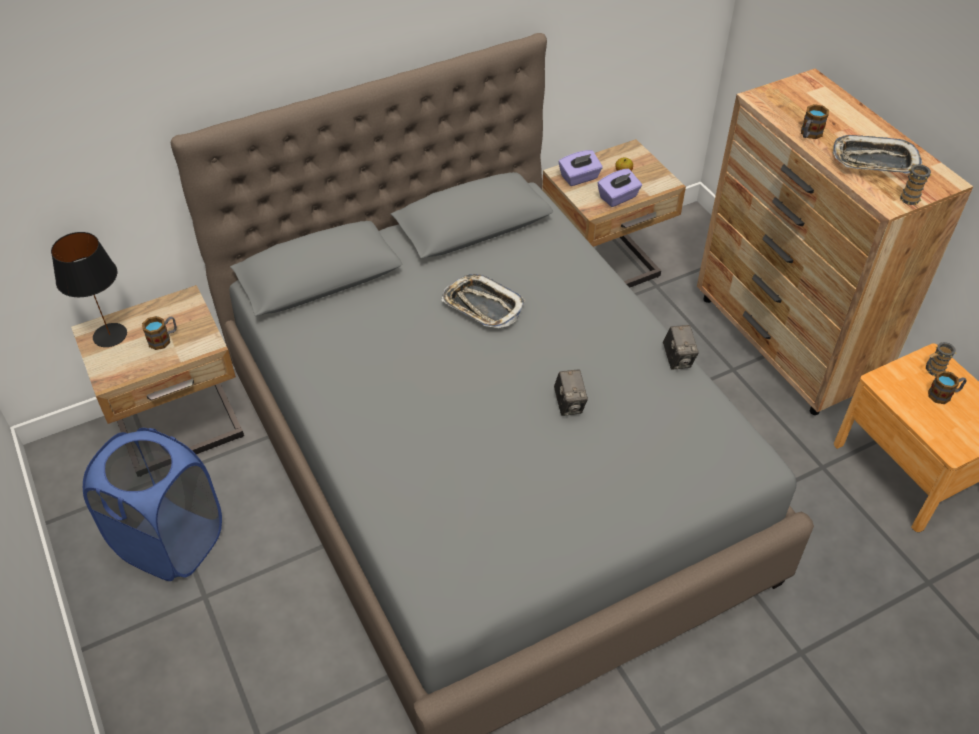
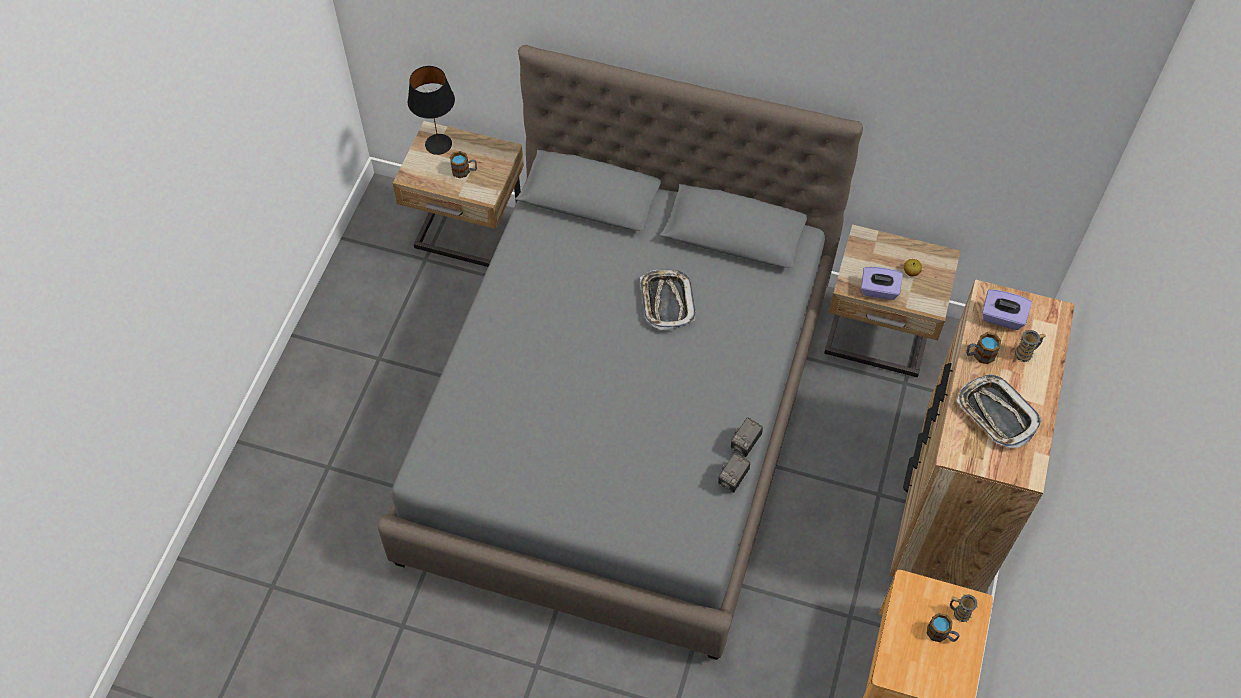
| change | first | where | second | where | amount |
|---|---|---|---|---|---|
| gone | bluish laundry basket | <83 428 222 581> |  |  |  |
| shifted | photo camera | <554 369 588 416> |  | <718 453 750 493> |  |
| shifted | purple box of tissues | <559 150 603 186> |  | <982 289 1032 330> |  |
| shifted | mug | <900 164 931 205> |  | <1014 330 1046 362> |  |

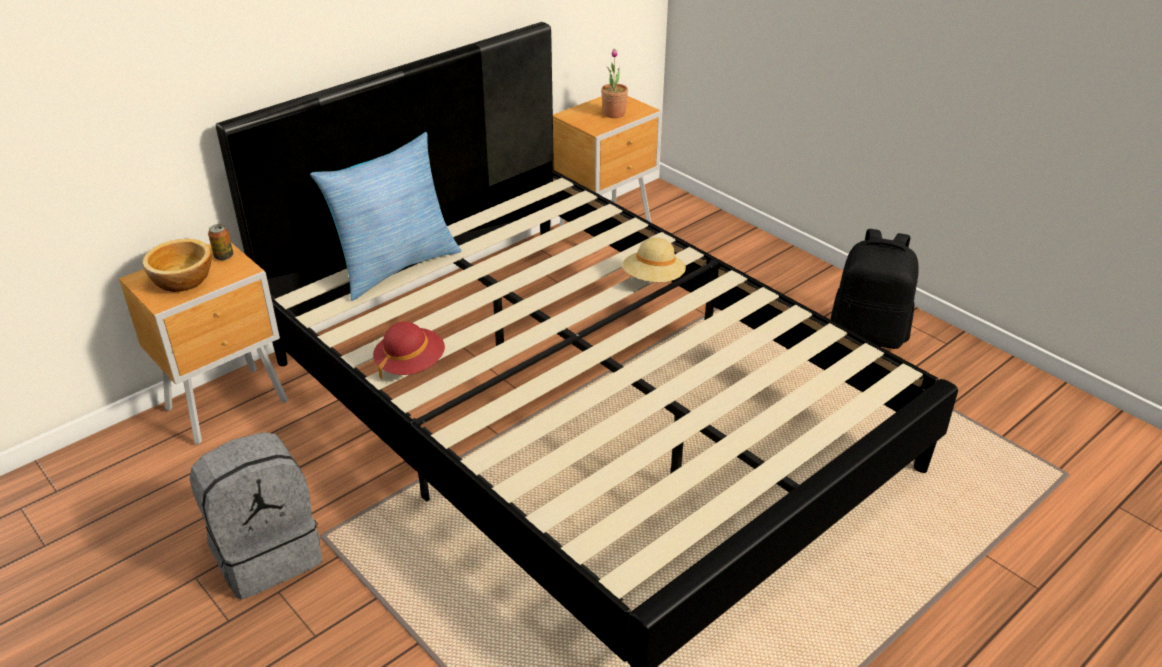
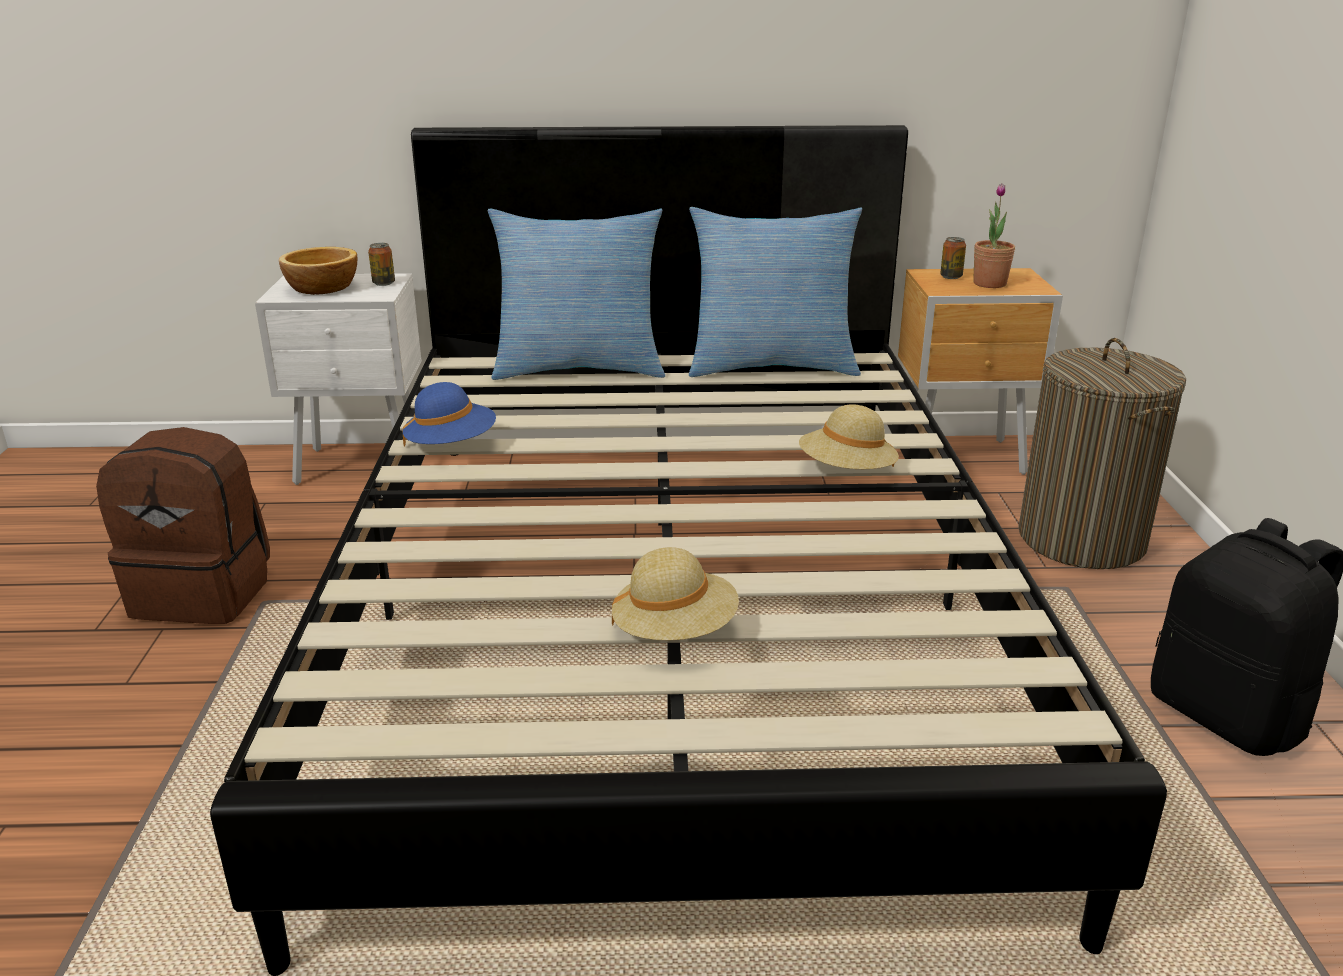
| change | first | where | second | where | amount |
|---|---|---|---|---|---|
| repainted | brown night table | <119 243 288 445> | white night table | <255 273 422 485> |  |
| repainted | greyish knapsack | <190 432 322 600> | brown knapsack | <96 427 270 624> |  |
| repainted | reddish hat | <373 321 445 380> | bluish hat | <402 382 496 447> |  |
| new |  |  | beige hat | <612 547 739 640> |  |
| new |  |  | cushion | <689 207 862 377> |  |
| new |  |  | can | <940 237 966 279> |  |
| new |  |  | laundry basket | <1018 338 1186 569> |  |

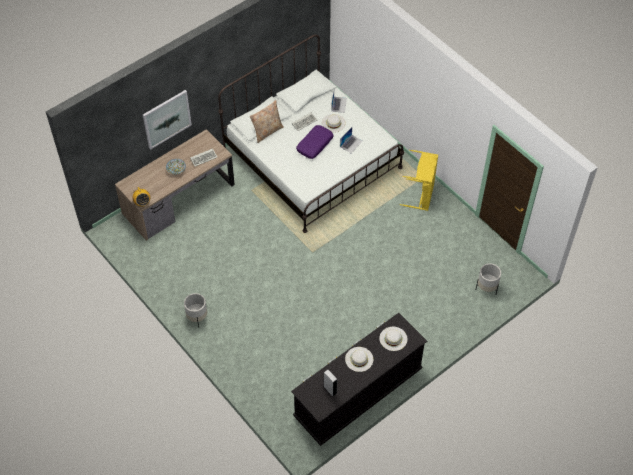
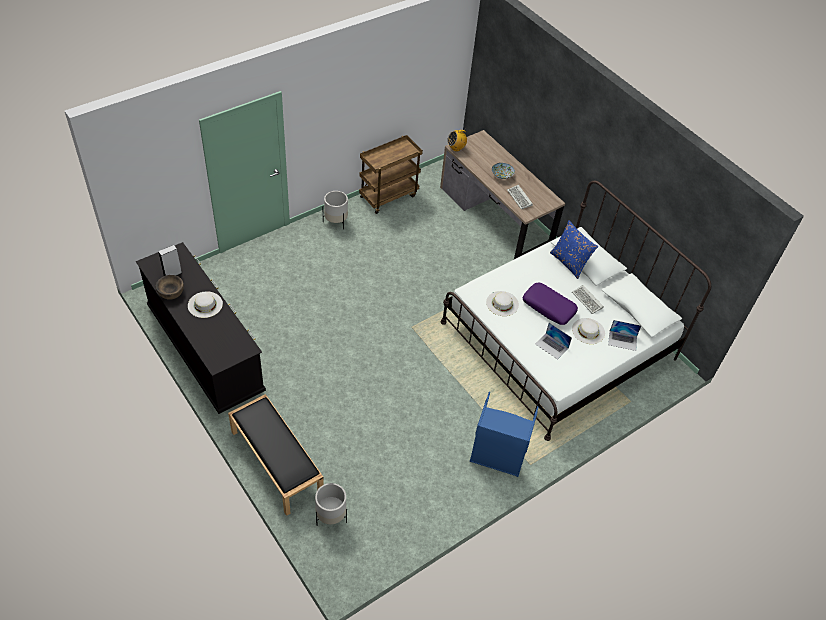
| change | first | where | second | where | amount |
|---|---|---|---|---|---|
| gone | wall art | <143 90 192 150> |  |  |  |
| repainted | beige cushion | <250 100 284 143> | bluish cushion | <550 220 598 279> |  |
| shifted | white hat | <379 327 407 351> |  | <486 291 519 316> |  |
| repainted | yellow-coloured laundry basket | <400 150 438 211> | bluish laundry basket | <470 392 539 477> |  |
| new |  |  | brown bowl | <156 275 184 300> |  |
| new |  |  | black indoor bench | <228 394 324 516> |  |
| new |  |  | brown wheeled cart | <359 135 423 214> |  |

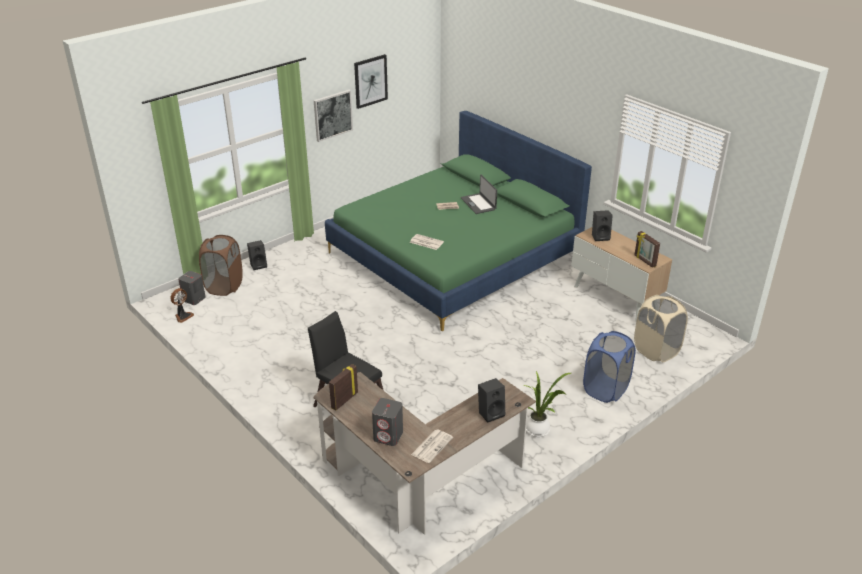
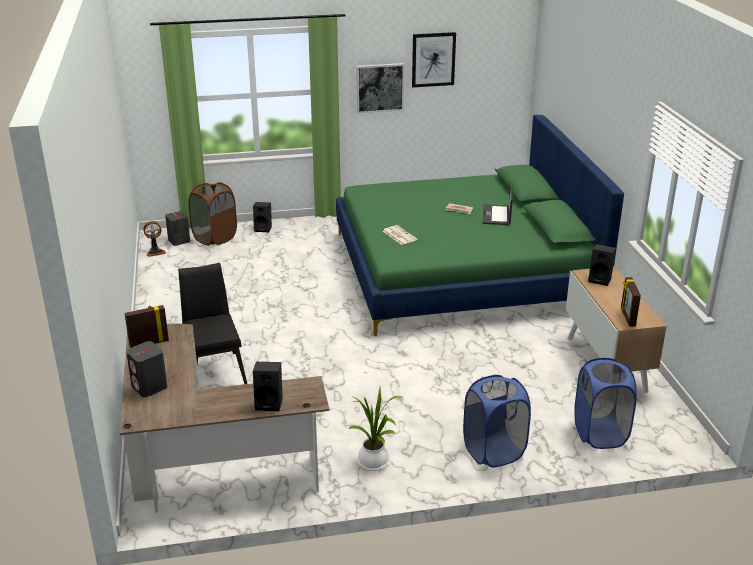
| change | first | where | second | where | amount |
|---|---|---|---|---|---|
| gone | printed paper | <411 429 453 463> |  |  |  |
| repainted | beige laundry basket | <634 295 688 362> | bluish laundry basket | <574 358 637 449> |  |

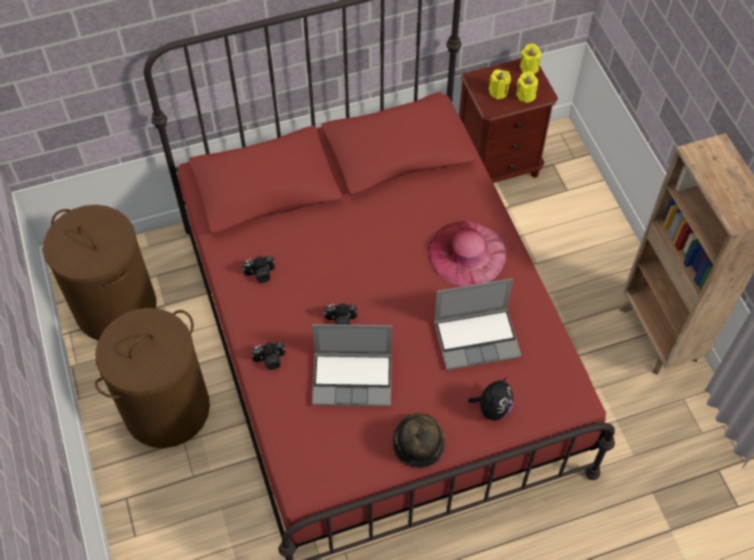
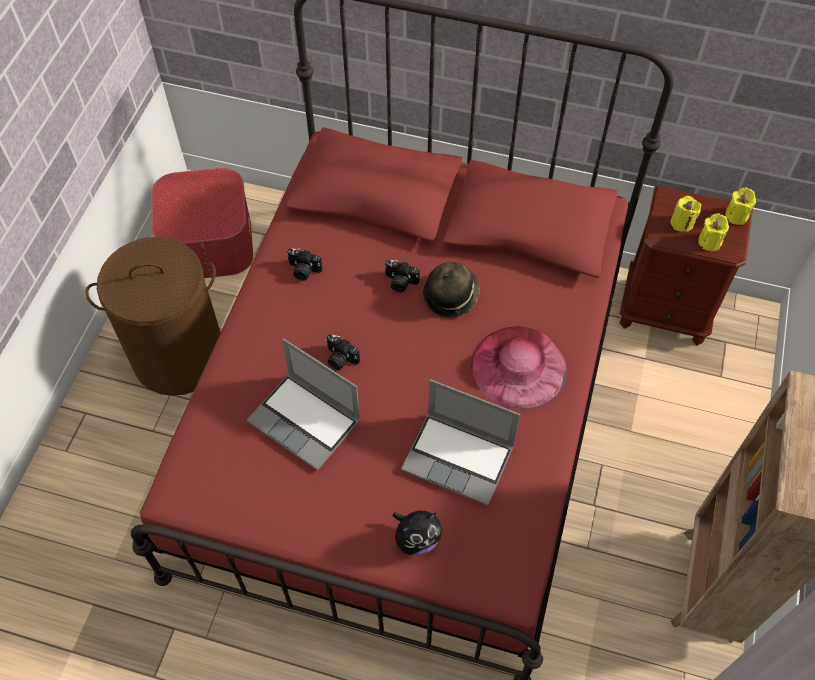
| change | first | where | second | where | amount |
|---|---|---|---|---|---|
| swapped | brown laundry basket | <43 205 156 340> | ottoman | <151 168 253 278> |  |
| shifted | photo camera | <251 342 285 370> |  | <384 260 420 293> |  |
| shifted | hat | <393 413 445 468> |  | <423 262 480 318> |  |

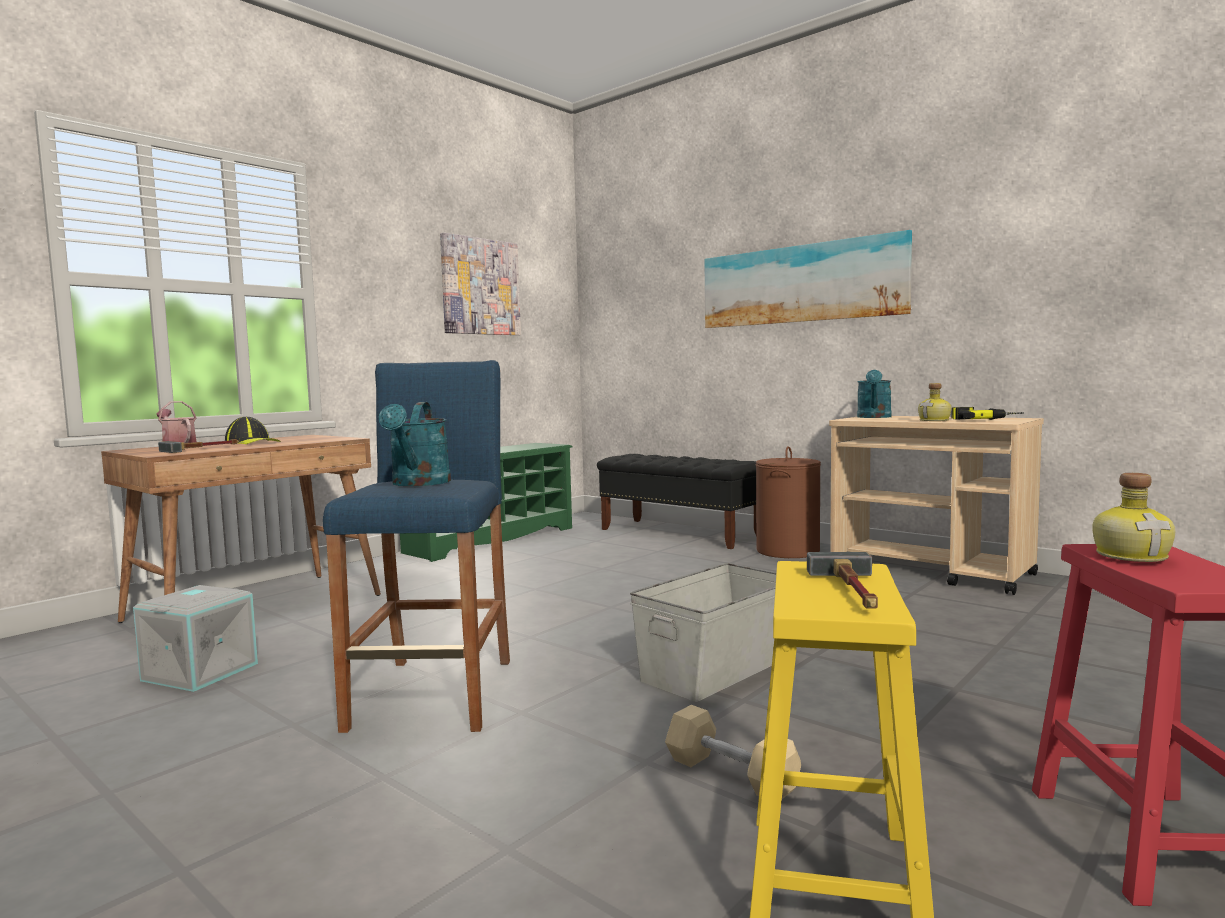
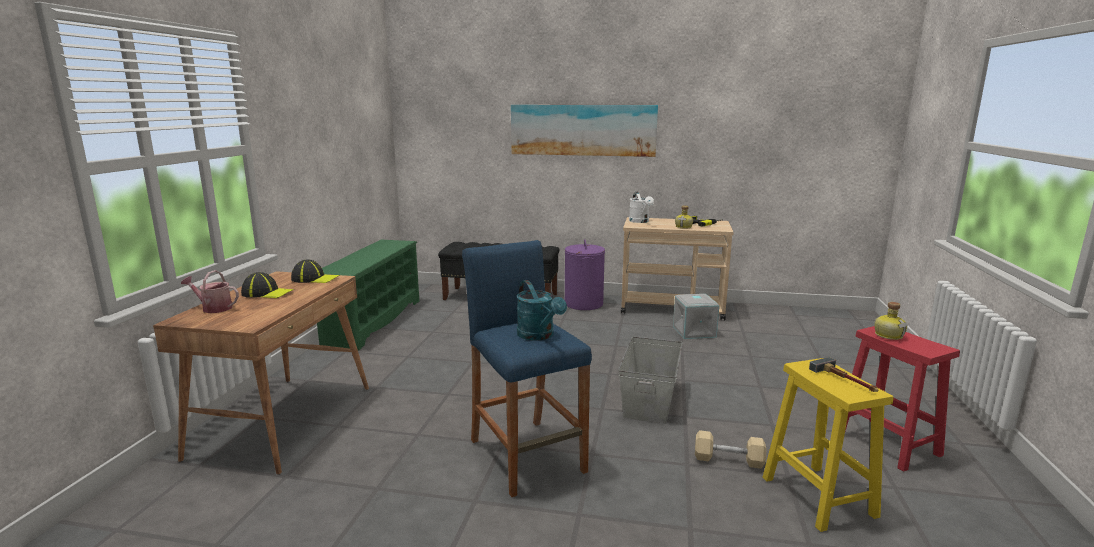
| change | first | where | second | where | amount |
|---|---|---|---|---|---|
| shifted | greyish storage container | <133 585 258 692> |  | <673 294 719 339> |  |
| gone | hand hammer | <158 439 239 453> |  |  |  |
| gone | wall art | <440 233 521 335> |  |  |  |
| repainted | brown laundry basket | <756 446 821 558> | purple laundry basket | <565 239 605 310> |  |
| repainted | turquoise-coloured watering pot | <857 370 892 418> | white watering pot | <629 192 654 223> |  |
| new |  |  | cap | <291 259 340 283> |  |

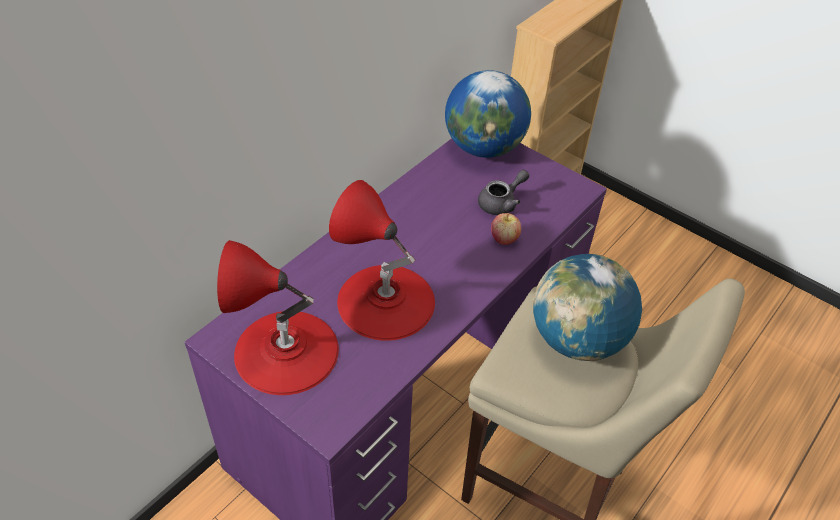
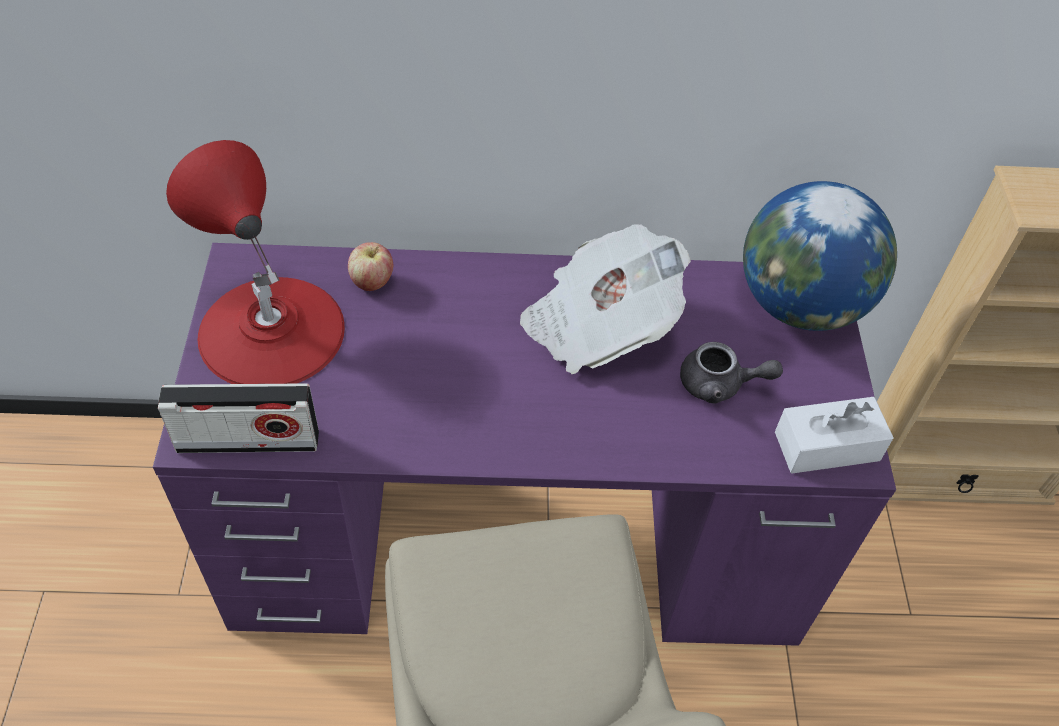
| change | first | where | second | where | amount |
|---|---|---|---|---|---|
| gone | reddish tabletop lamp | <329 180 435 341> |  |  |  |
| shifted | apple | <491 213 521 245> |  | <348 242 393 291> |  |
| gone | world globe | <533 254 642 361> |  |  |  |
| new |  |  | radio set | <158 383 319 453> |  |
| new |  |  | printed paper | <520 224 691 374> |  |
| new |  |  | white box of tissues | <775 397 894 474> |  |

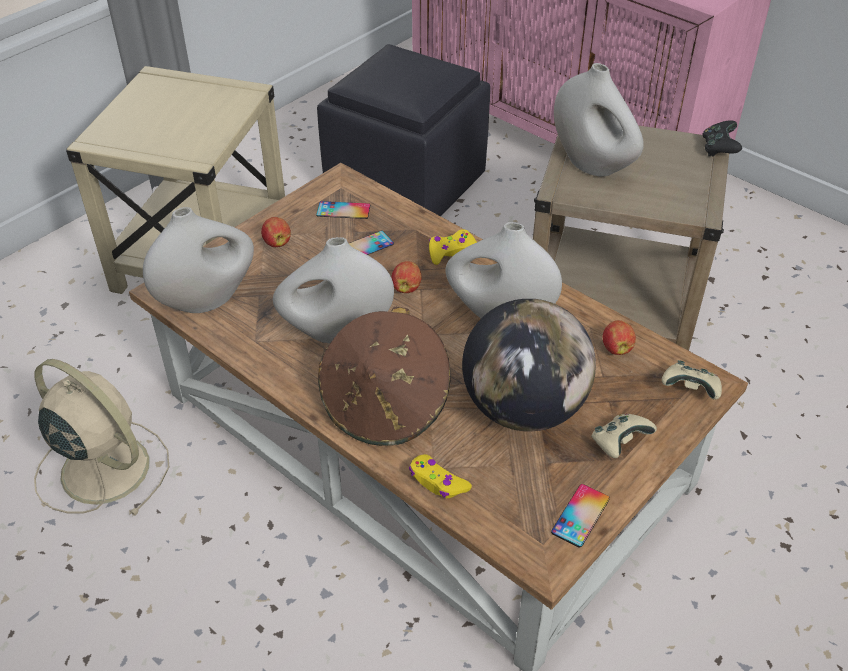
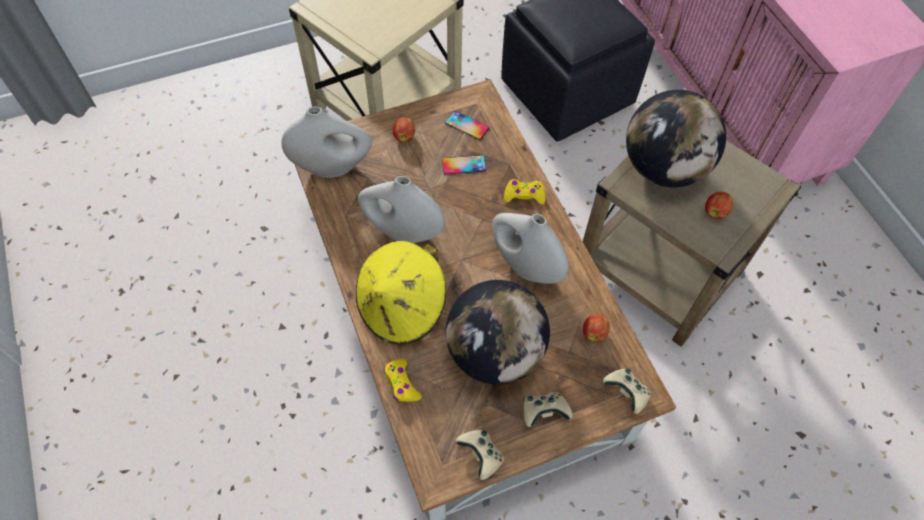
| change | first | where | second | where | amount |
|---|---|---|---|---|---|
| gone | beige electric fan | <34 359 169 517> |  |  |  |
| repainted | brown hat | <318 307 450 446> | yellow-coloured hat | <356 241 446 345> |  |
| shifted | apple | <391 261 422 293> |  | <705 192 733 219> |  |
| swapped | telephone | <551 484 610 547> | beige joypad | <455 430 504 480> |  |
| swapped | white flower vase | <554 63 644 176> | world globe | <626 90 726 187> |  |
| gone | black joypad | <702 120 742 156> |  |  |  |

